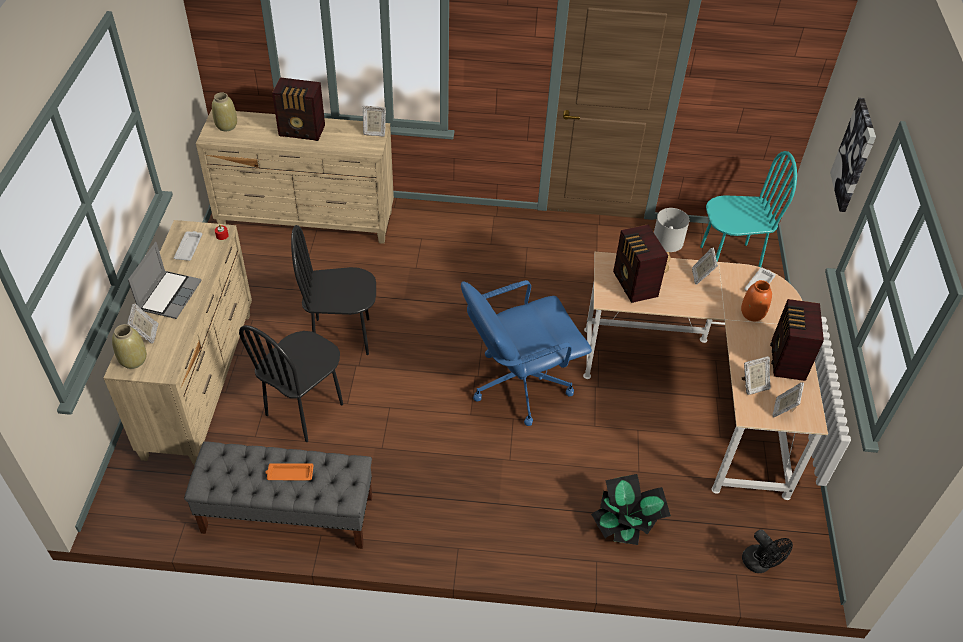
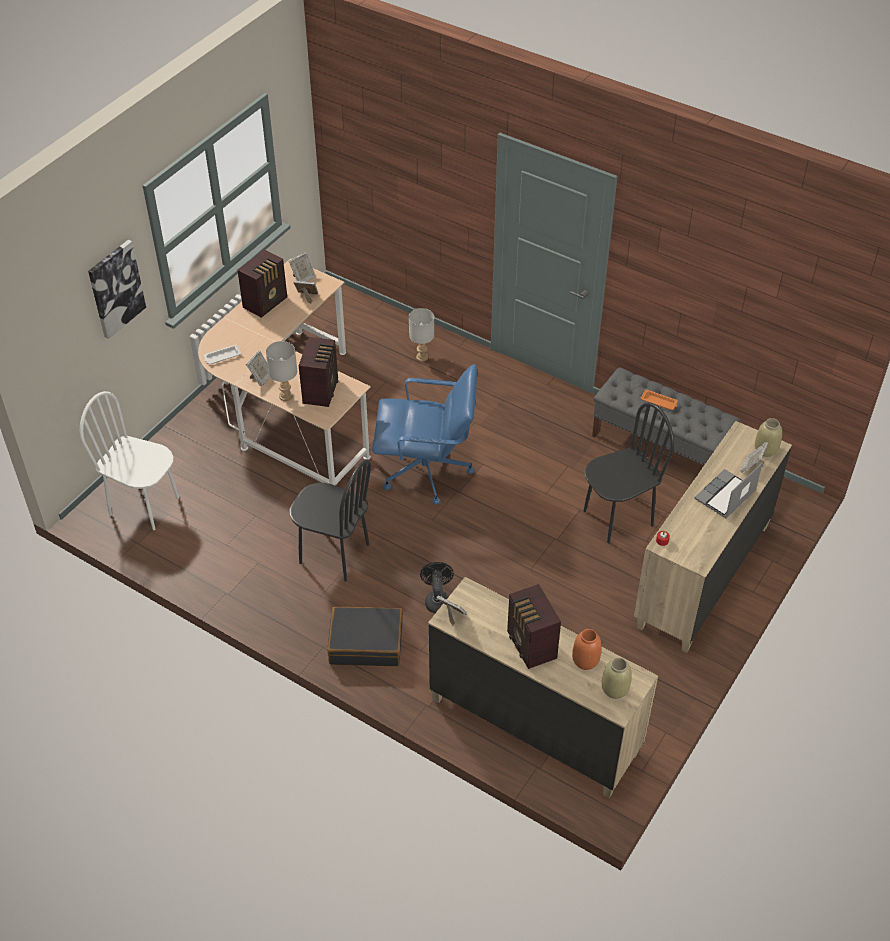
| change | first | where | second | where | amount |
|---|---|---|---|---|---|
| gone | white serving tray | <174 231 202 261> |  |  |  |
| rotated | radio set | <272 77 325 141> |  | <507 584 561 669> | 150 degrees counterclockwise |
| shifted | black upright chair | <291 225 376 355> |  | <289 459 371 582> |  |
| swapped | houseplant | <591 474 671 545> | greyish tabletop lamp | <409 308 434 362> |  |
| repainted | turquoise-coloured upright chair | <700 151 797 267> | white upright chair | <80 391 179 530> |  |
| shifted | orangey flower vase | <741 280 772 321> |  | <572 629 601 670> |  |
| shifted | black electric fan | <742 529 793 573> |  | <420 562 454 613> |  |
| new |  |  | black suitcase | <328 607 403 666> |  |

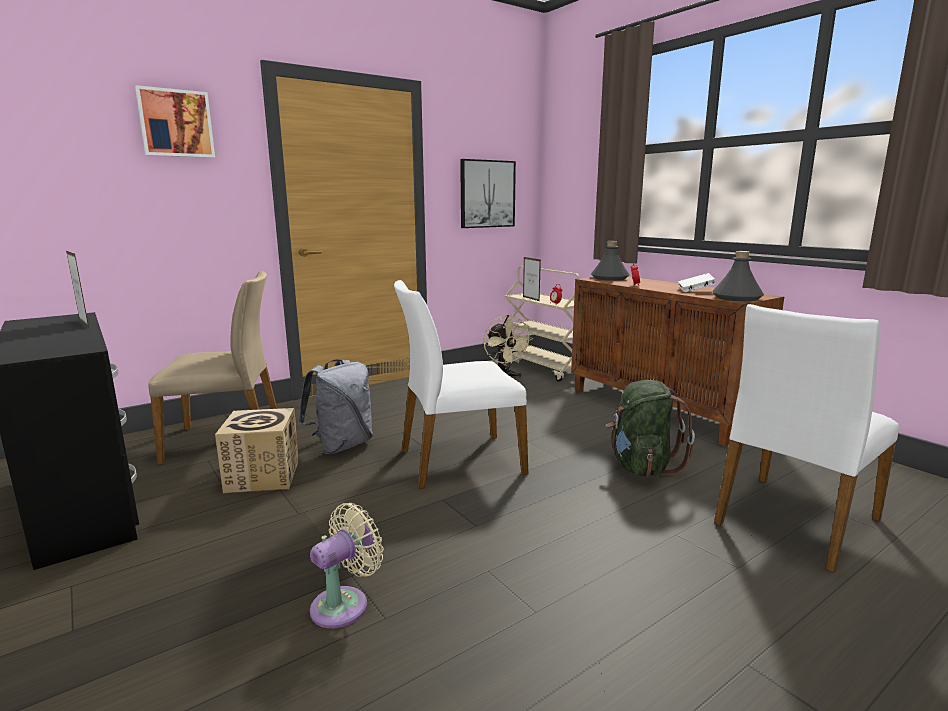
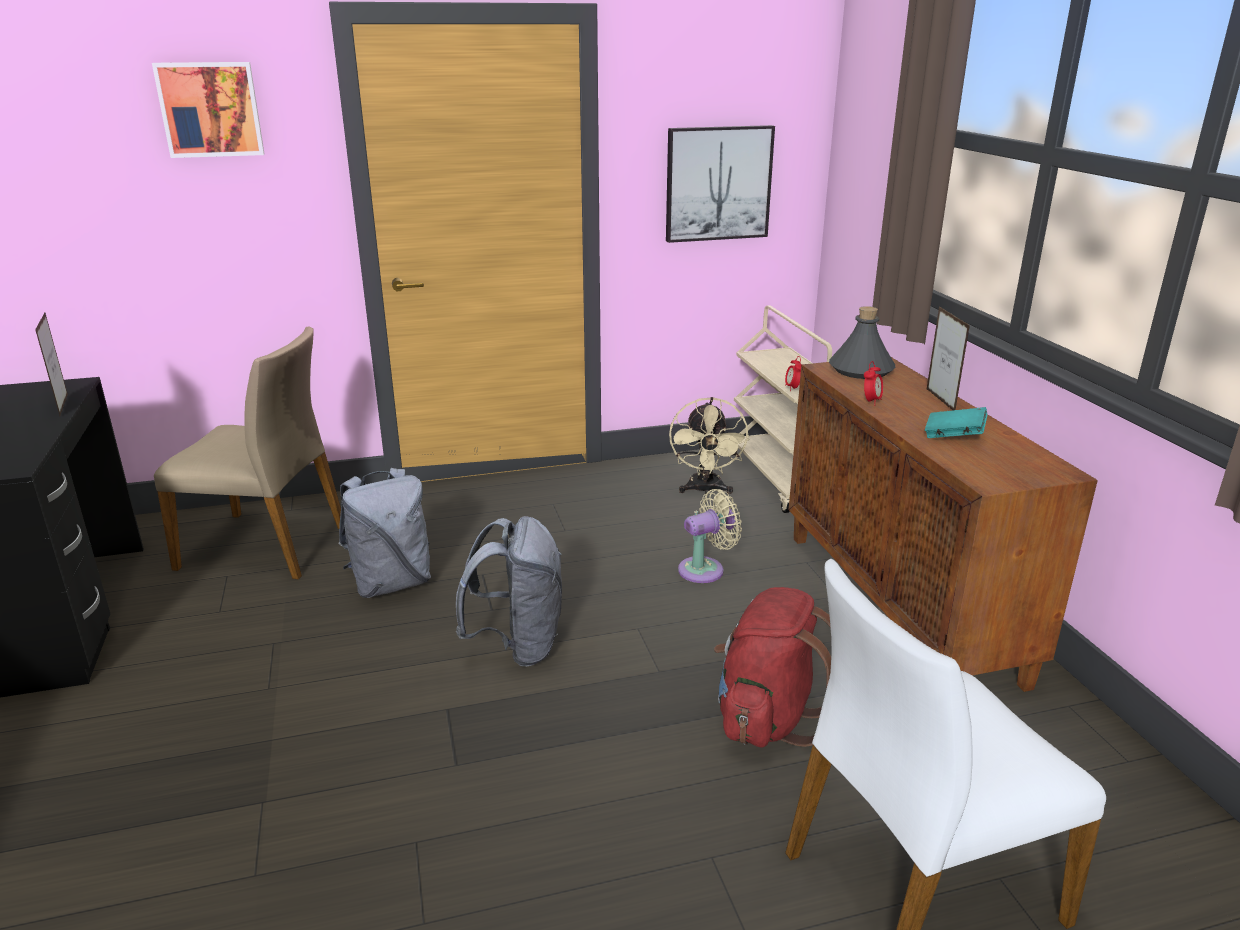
| change | first | where | second | where | amount |
|---|---|---|---|---|---|
| gone | cardboard box | <215 408 298 493> |  |  |  |
| shifted | beige electric fan | <310 503 384 628> |  | <678 489 742 583> |  |
| swapped | white upright chair | <394 280 528 489> | greyish knapsack | <456 516 562 666> |  |
| shifted | standing frame | <523 257 541 301> |  | <927 306 970 411> |  |
| repainted | green knapsack | <605 380 695 477> | reddish knapsack | <714 587 831 748> |  |
| repainted | white book | <678 273 715 292> | turquoise-coloured book | <925 407 988 438> |  |
| gone | greyish beverage bottle | <712 251 764 301> |  |  |  |

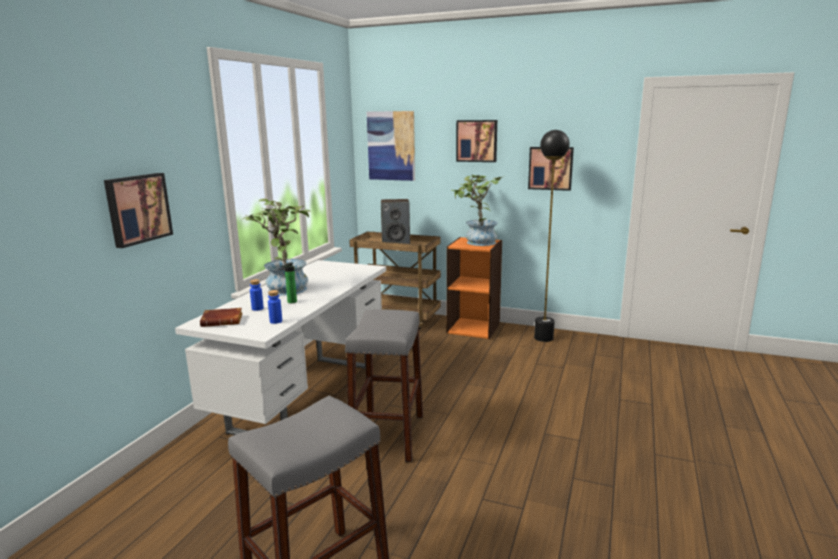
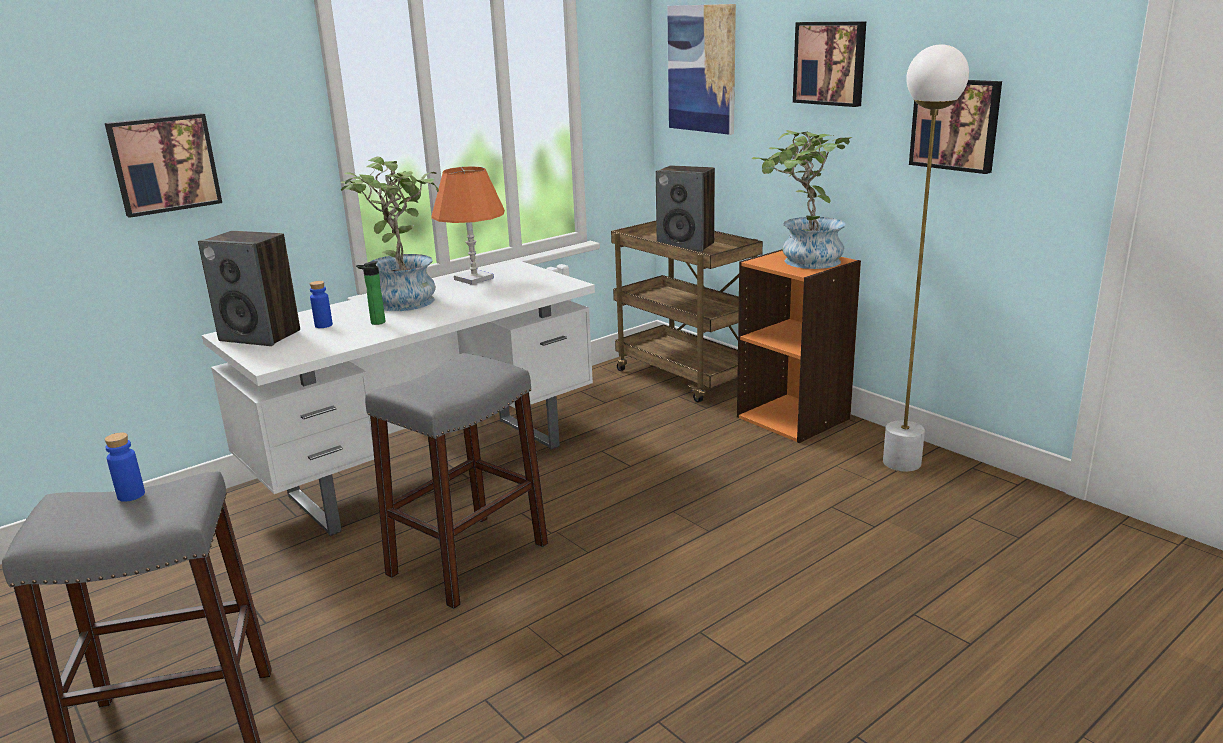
| change | first | where | second | where | amount |
|---|---|---|---|---|---|
| swapped | brown book | <200 308 243 327> | audio speaker | <198 231 300 346> |  |
| shifted | bluish beverage bottle | <268 290 282 324> |  | <104 433 145 502> |  |
| repainted | black floor lamp | <534 130 570 342> | white floor lamp | <883 44 969 472> |  |
| new |  |  | orangey tabletop lamp | <431 166 505 285> |  |

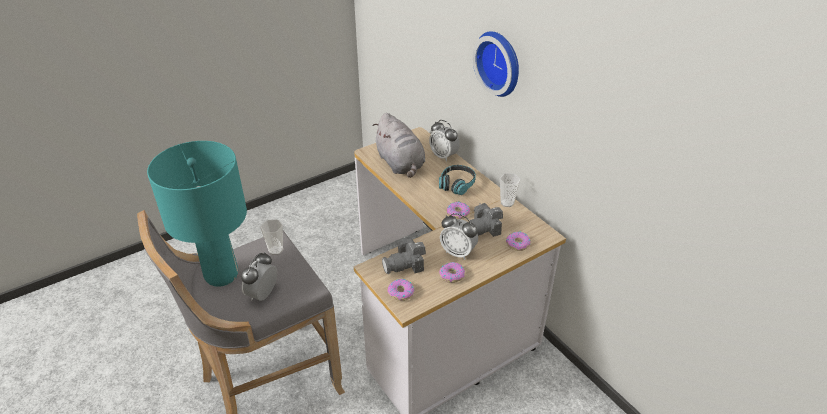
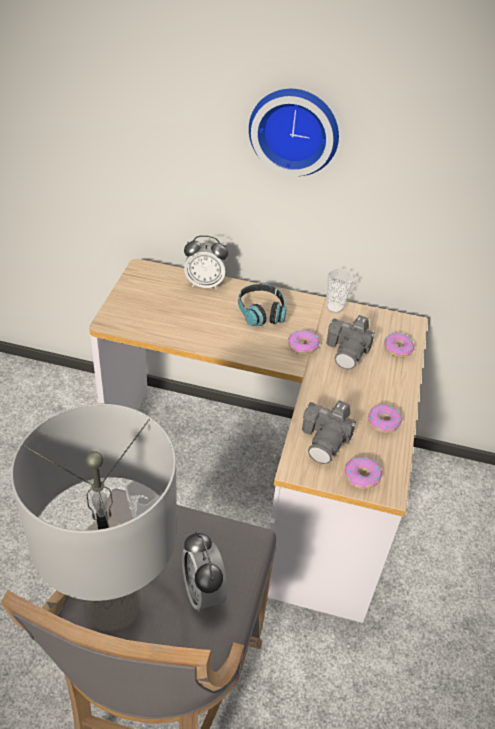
| change | first | where | second | where | amount |
|---|---|---|---|---|---|
| repainted | turquoise-coloured tabletop lamp | <147 141 247 287> | greyish tabletop lamp | <11 404 177 632> |  |
| gone | greyish plush toy | <372 113 425 178> |  |  |  |
| gone | bedside clock | <440 213 478 260> |  |  |  |

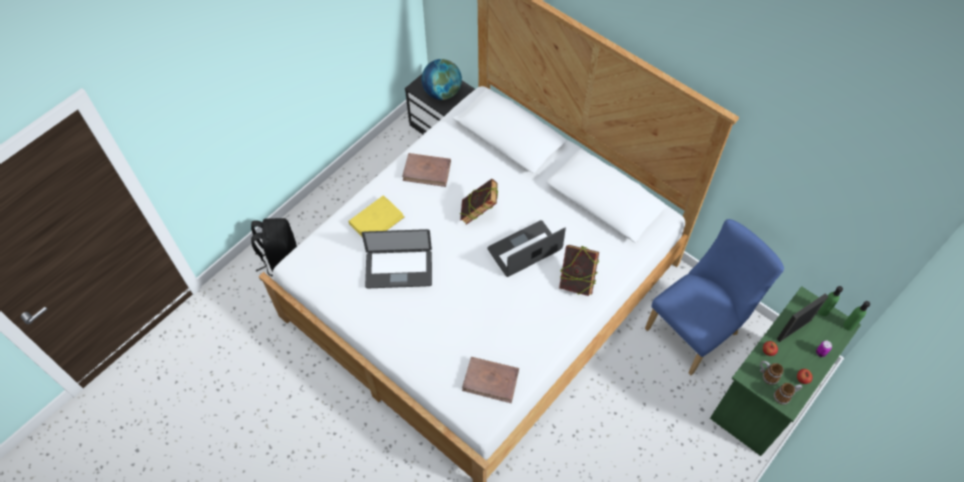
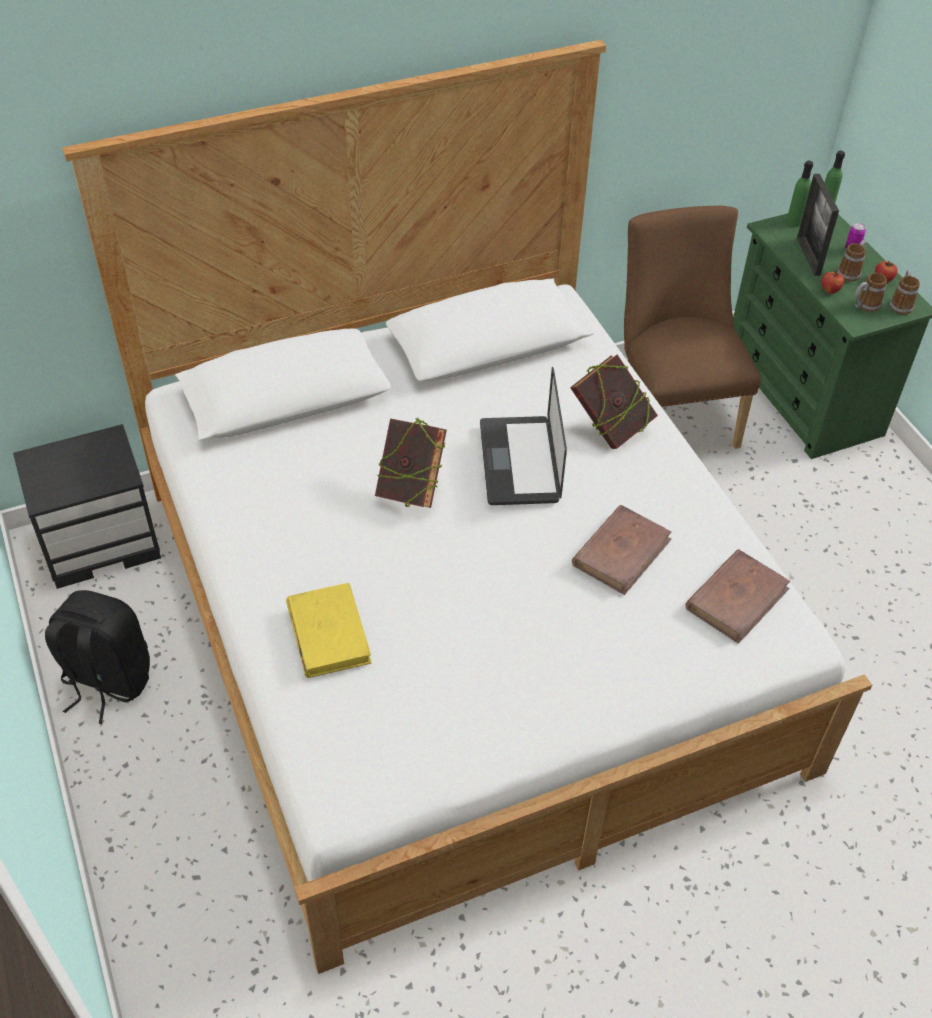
| change | first | where | second | where | amount |
|---|---|---|---|---|---|
| shifted | black knapsack | <251 218 297 276> |  | <45 590 150 724> |  |
| gone | notebook computer | <362 229 432 288> |  |  |  |
| shifted | brown book | <402 153 451 187> |  | <572 505 671 595> |  |
| gone | world globe | <422 59 462 100> |  |  |  |
| repainted | bluish upright chair | <645 219 784 375> | brown upright chair | <624 206 761 449> |  |
| new |  |  | mug | <837 240 867 282> |  |

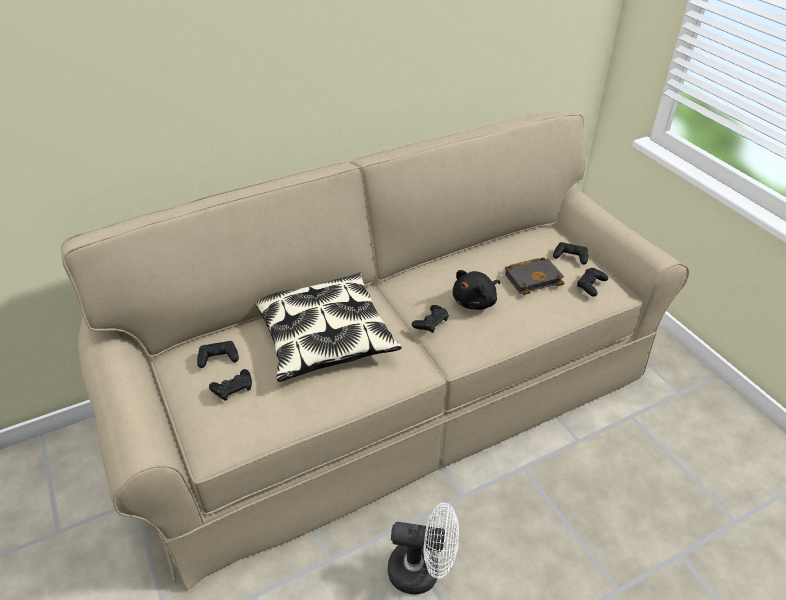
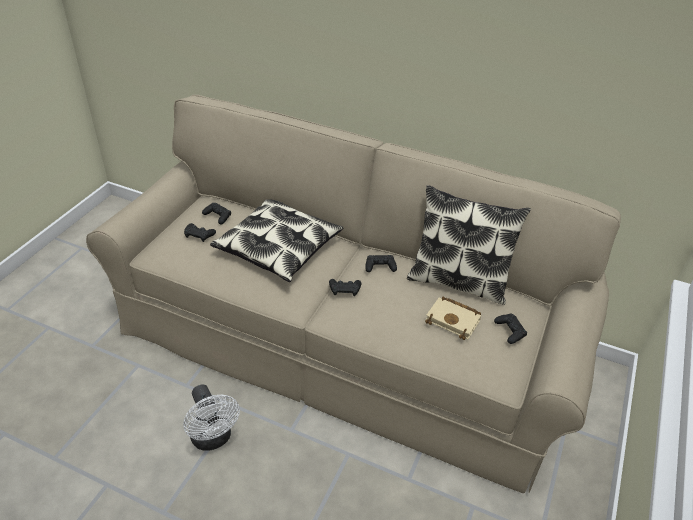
| change | first | where | second | where | amount |
|---|---|---|---|---|---|
| gone | black plush toy | <453 270 500 310> |  |  |  |
| repainted | black book | <505 258 564 295> | beige book | <425 297 481 340> |  |
| shifted | black joypad | <577 268 608 297> |  | <365 255 397 272> |  |
| new |  |  | cushion | <407 185 531 305> |  |

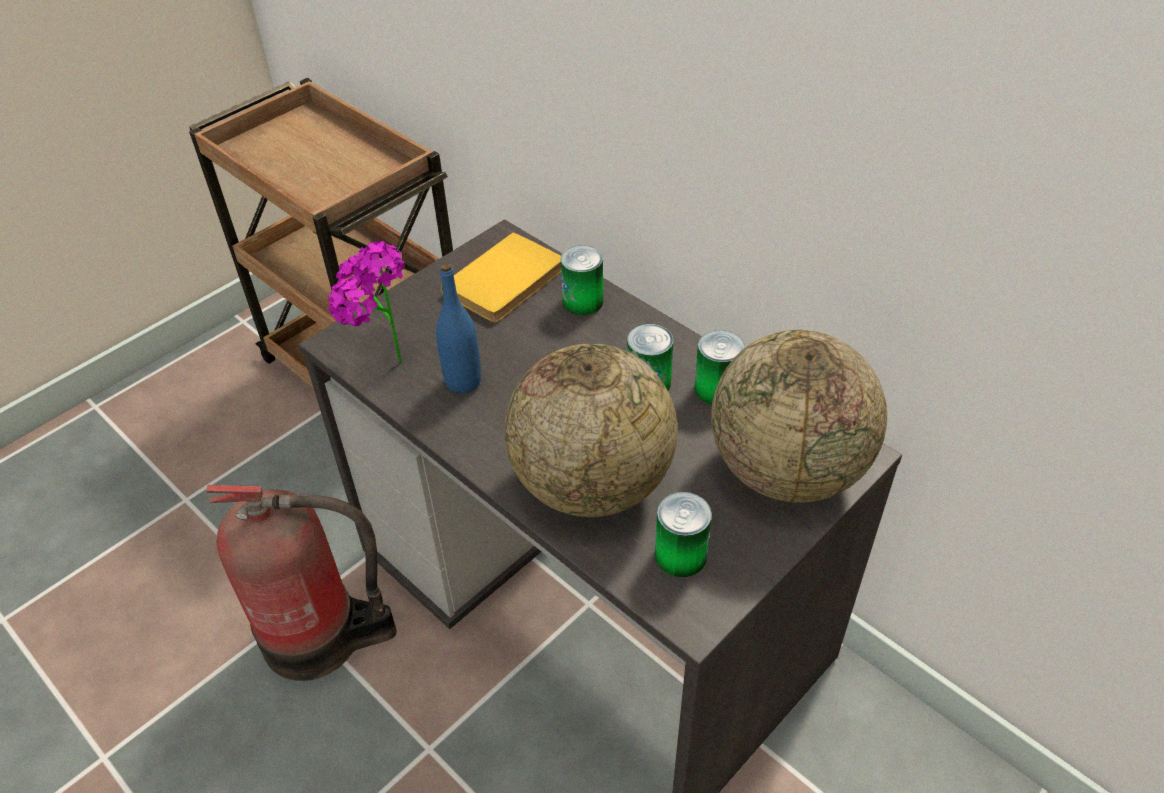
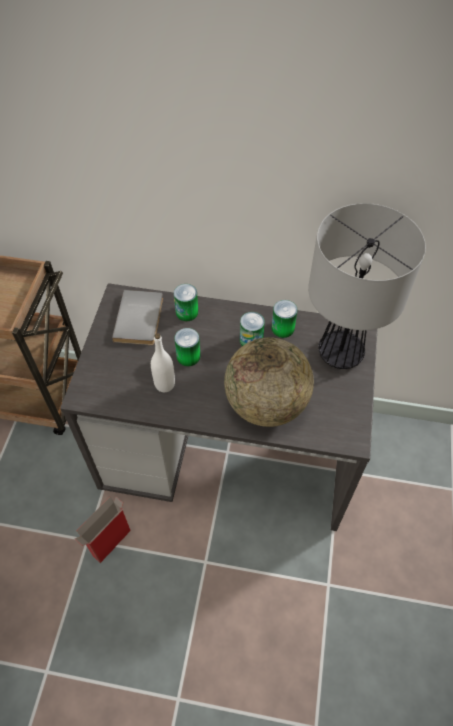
| change | first | where | second | where | amount |
|---|---|---|---|---|---|
| swapped | fire-fighting cylinder | <206 485 397 681> | cardboard box | <74 496 131 563> |  |
| gone | houseplant | <328 241 405 363> |  |  |  |
| repainted | bluish beverage bottle | <436 263 481 393> | white beverage bottle | <151 334 175 392> |  |
| repainted | yellow-coloured book | <441 232 561 322> | greyish book | <112 290 163 345> |  |
| shifted | can | <655 492 712 577> |  | <174 328 201 367> |  |
| swapped | world globe | <711 330 887 503> | tabletop lamp | <308 203 426 369> |  |

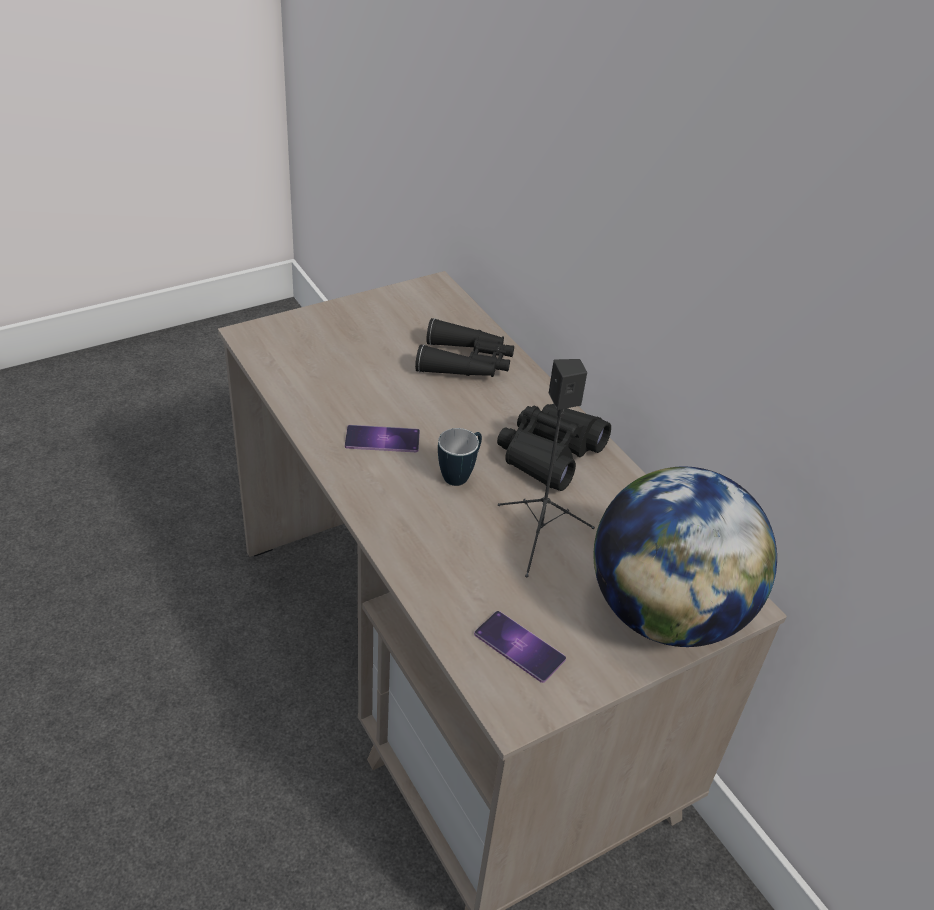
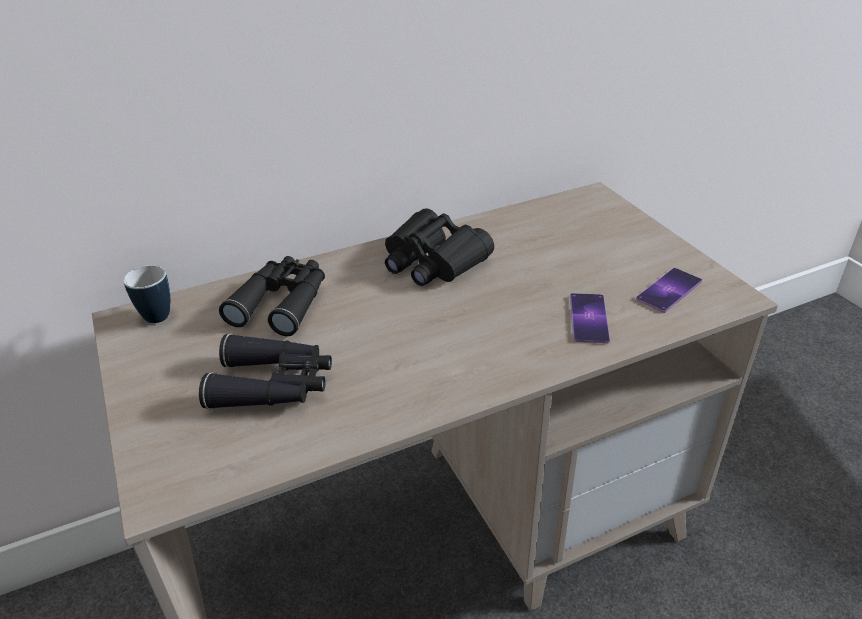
| change | first | where | second | where | amount |
|---|---|---|---|---|---|
| shifted | telephone | <345 425 420 452> |  | <570 293 610 344> |  |
| shifted | mug | <438 428 482 486> |  | <123 265 170 323> |  |
| gone | black audio speaker | <498 359 595 577> |  |  |  |
| gone | world globe | <593 467 777 647> |  |  |  |
| new |  |  | black field glasses | <199 334 332 409> |  |

